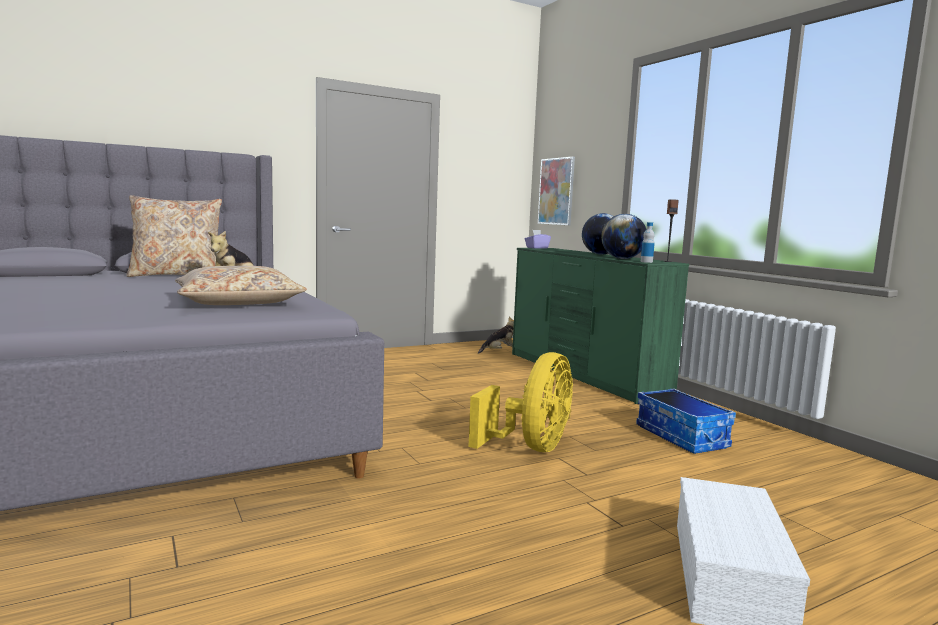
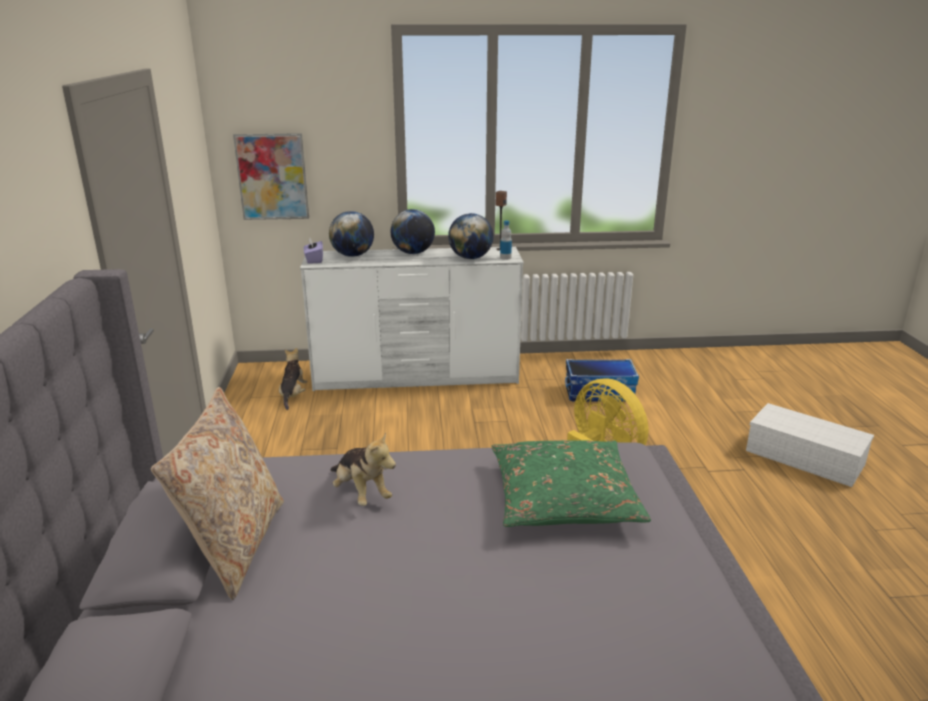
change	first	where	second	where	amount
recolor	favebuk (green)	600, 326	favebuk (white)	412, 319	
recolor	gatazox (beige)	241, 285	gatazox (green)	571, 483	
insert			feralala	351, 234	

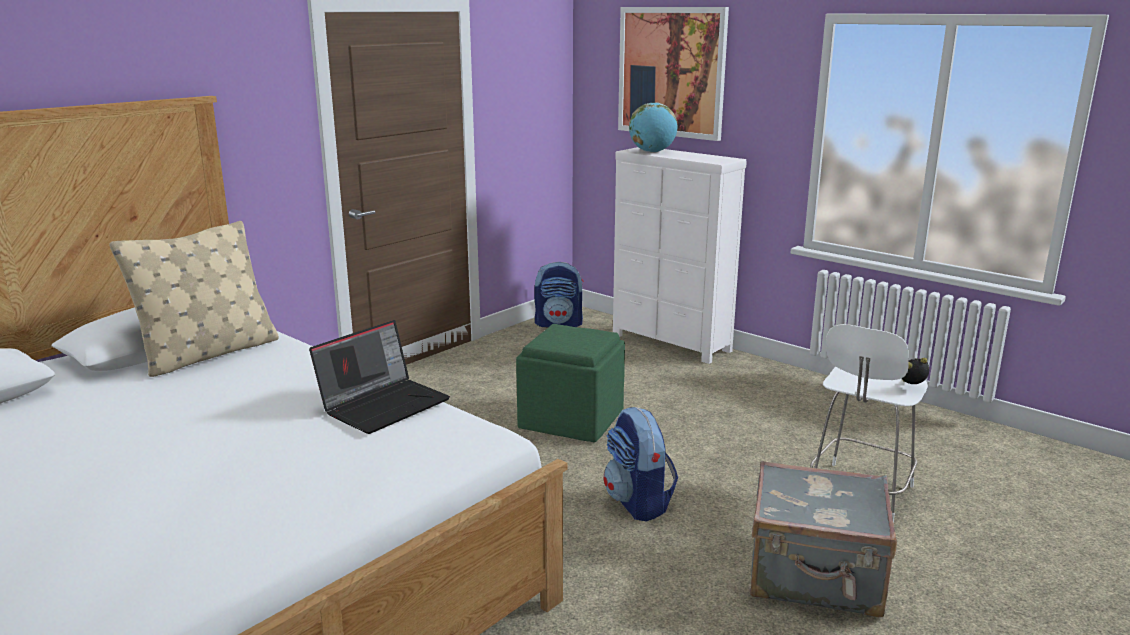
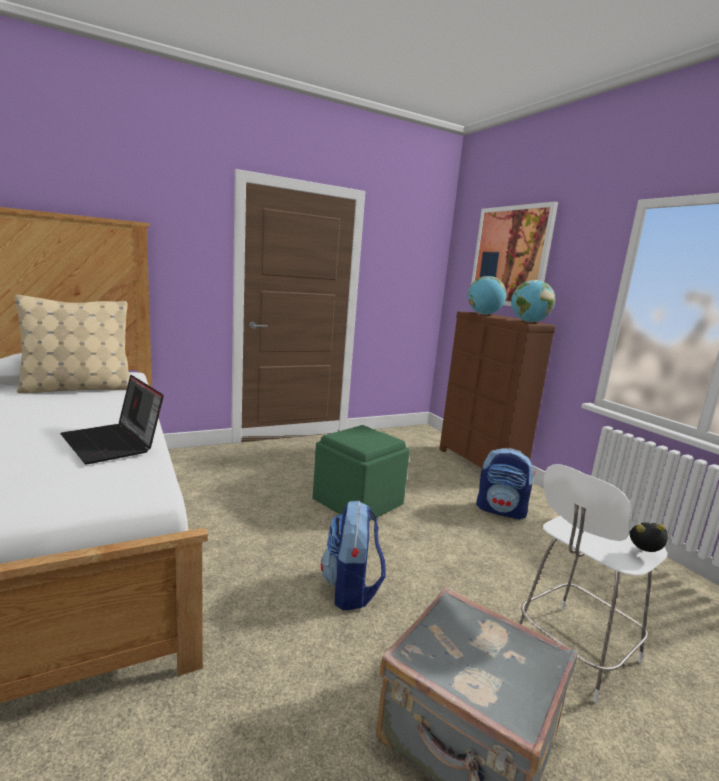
change	first	where	second	where	amount
recolor	favebuk (white)	680, 255	favebuk (brown)	497, 390	
move	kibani	559, 294		505, 484	
rotate	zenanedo	379, 377		112, 419	75 degrees clockwise
insert			feralala	533, 301	

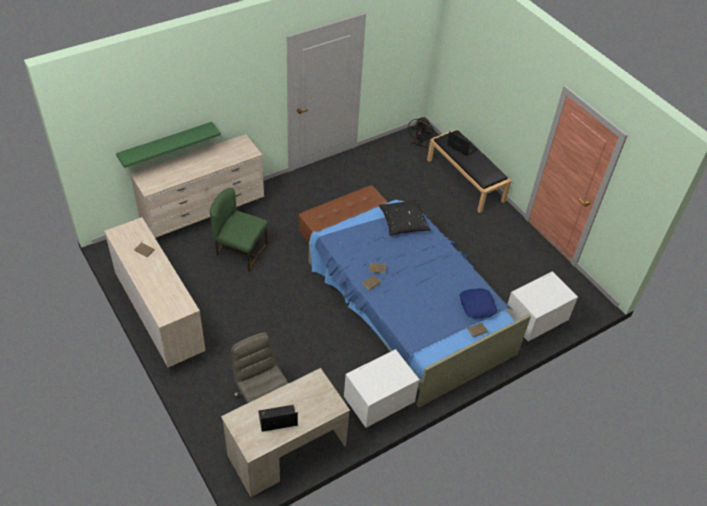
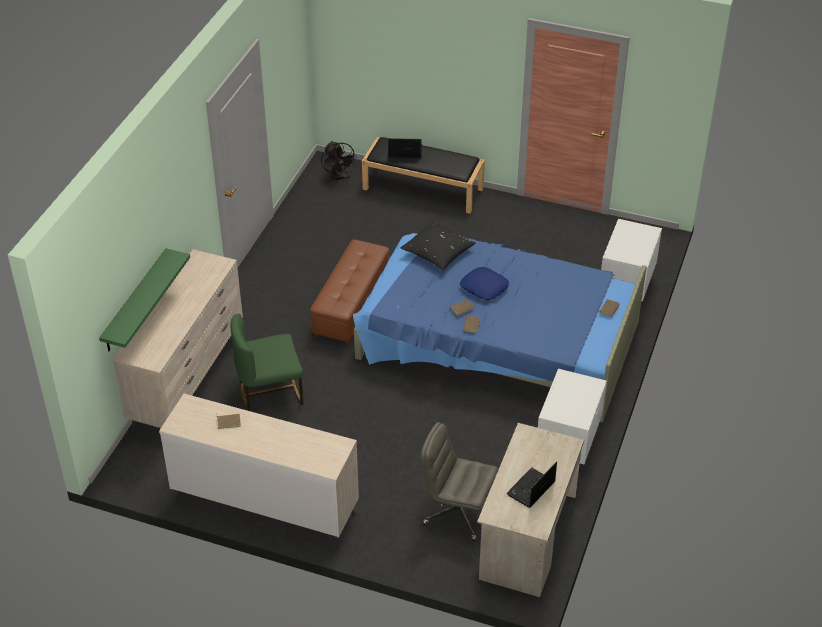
change	first	where	second	where	amount
move	gatazox (blue)	478, 303		484, 283	

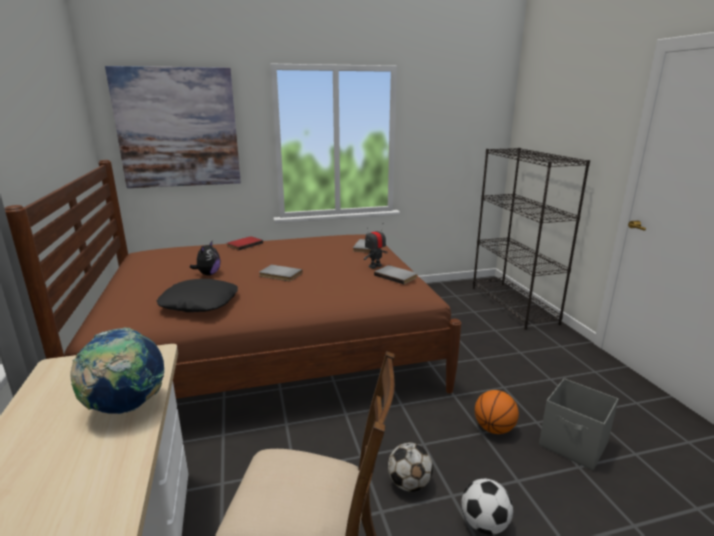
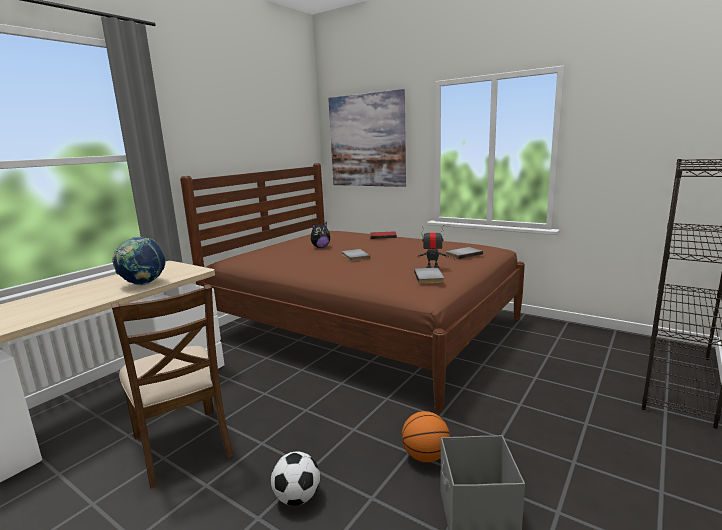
change	first	where	second	where	amount
delete	gatazox (black)	197, 295			
delete	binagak	410, 467			

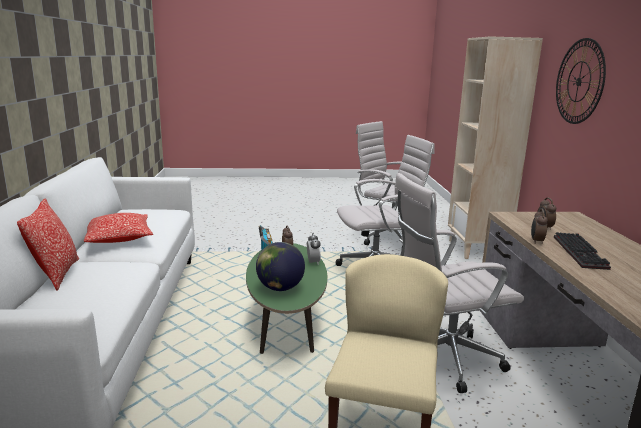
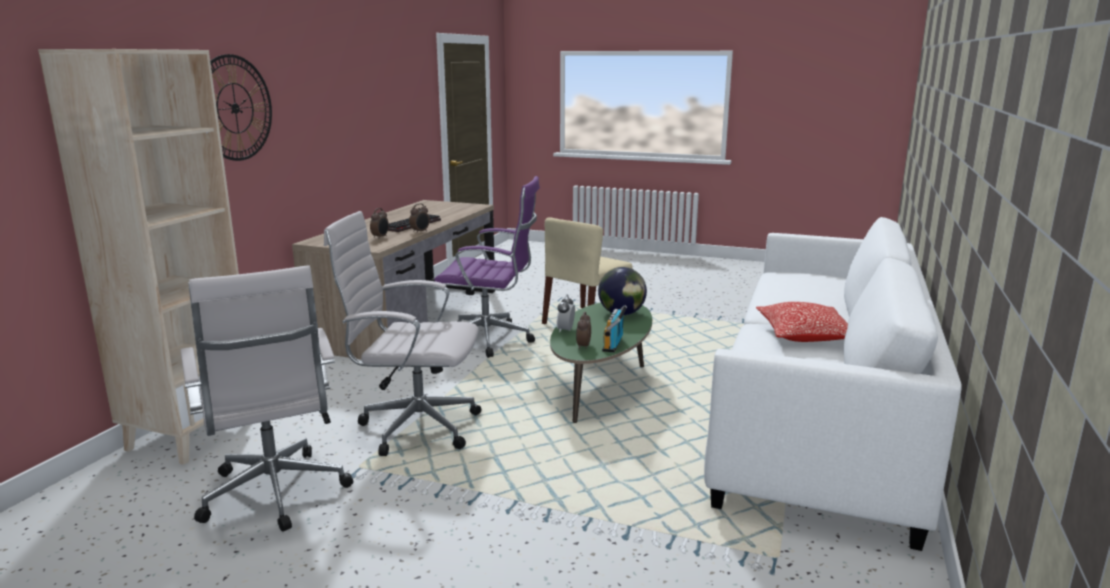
change	first	where	second	where	amount
recolor	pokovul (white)	459, 283	pokovul (purple)	487, 267	
delete	gatazox	48, 244			

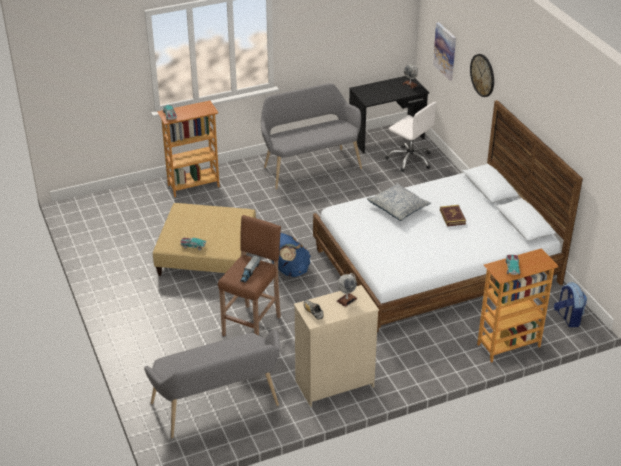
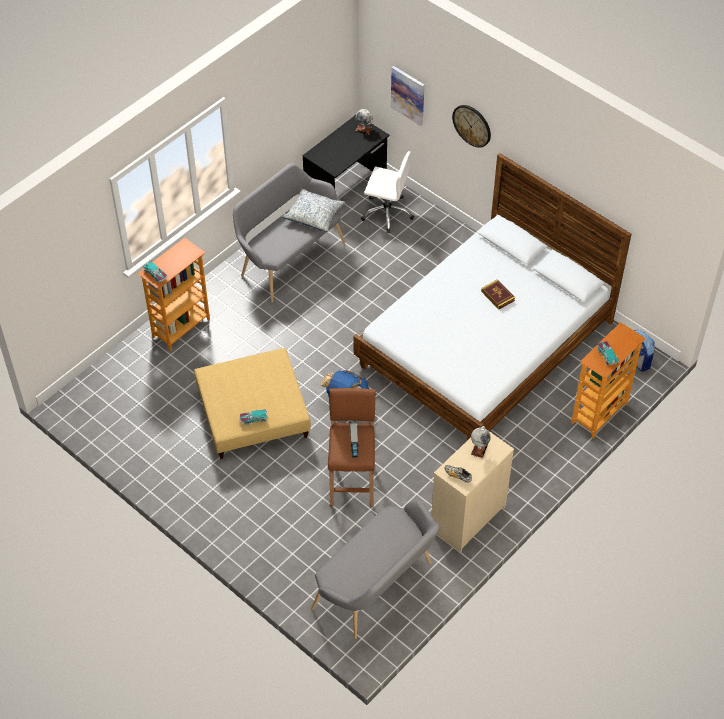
change	first	where	second	where	amount
move	gatazox	399, 202		313, 210	

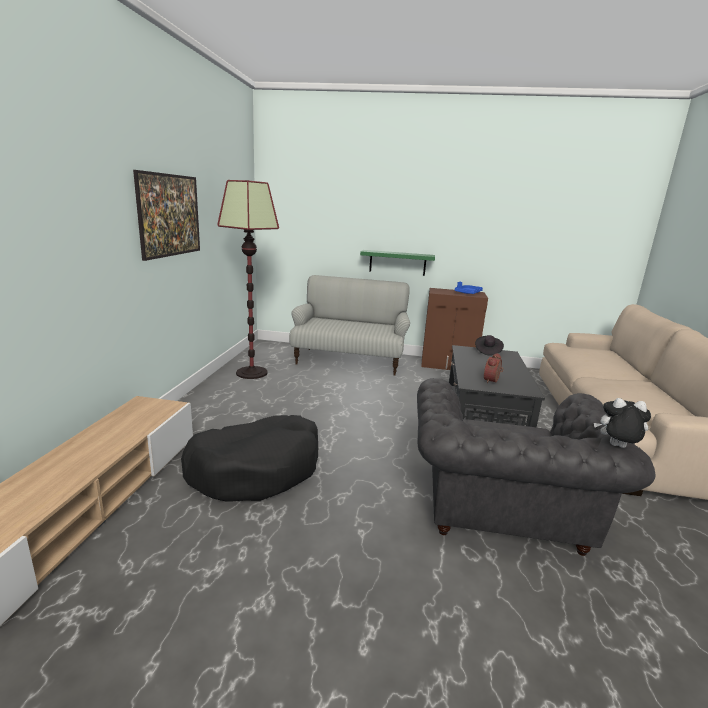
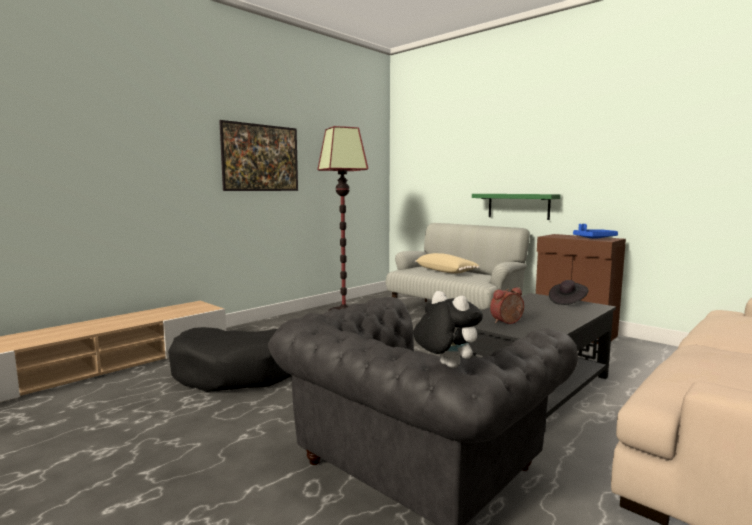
change	first	where	second	where	amount
insert			gatazox (beige)	447, 263	

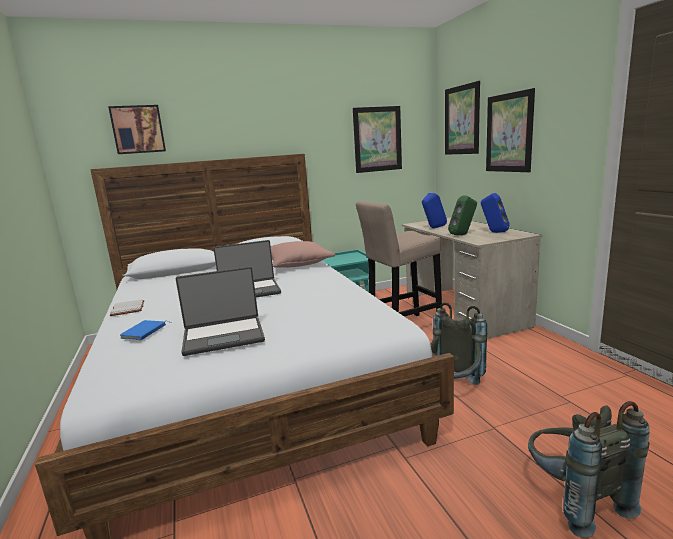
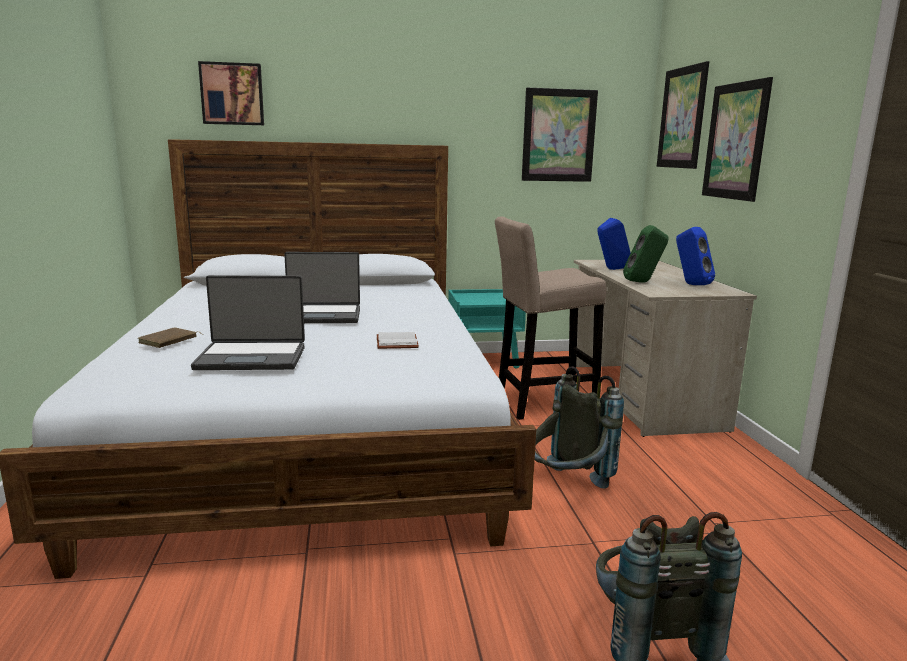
change	first	where	second	where	amount
delete	gatazox (pink)	303, 254			
move	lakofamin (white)	127, 307		398, 340	
recolor	lakofamin (blue)	145, 330	lakofamin (brown)	170, 337	

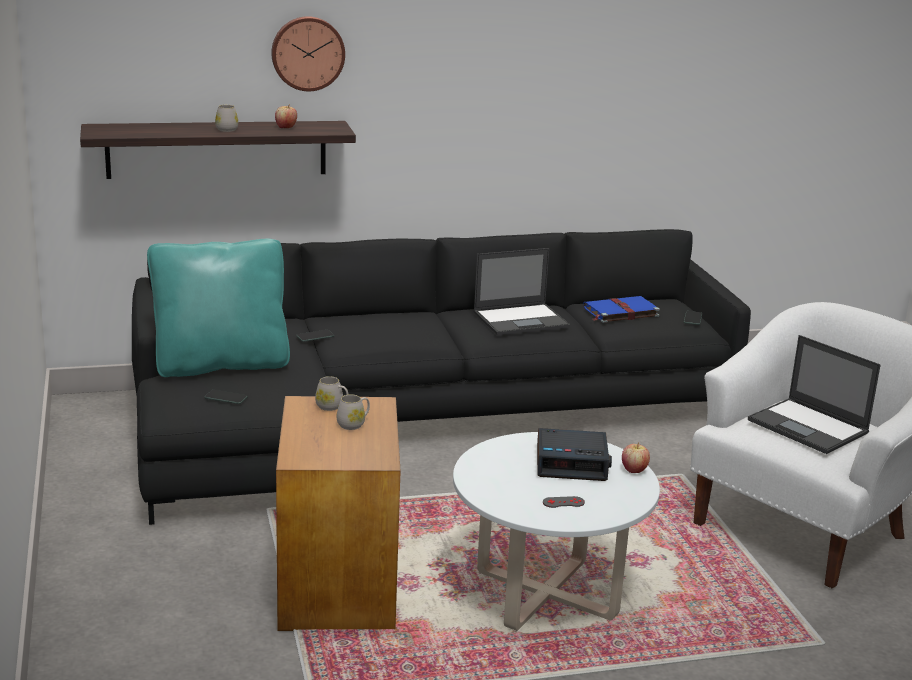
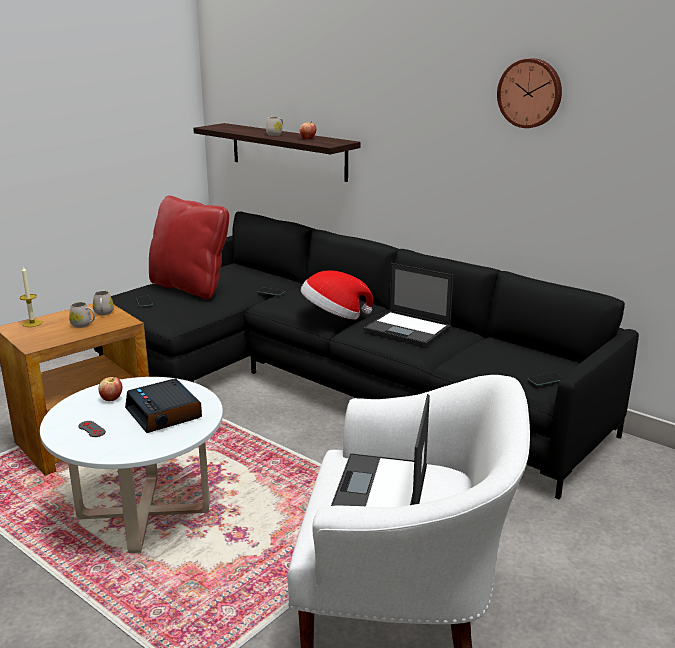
change	first	where	second	where	amount
move	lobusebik	308, 53		529, 93	
recolor	gatazox (turquoise)	218, 308	gatazox (red)	189, 247	
delete	lakofamin (blue)	621, 309			
move	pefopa	636, 457		111, 389	
insert			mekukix	31, 297	
insert			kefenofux	337, 295	

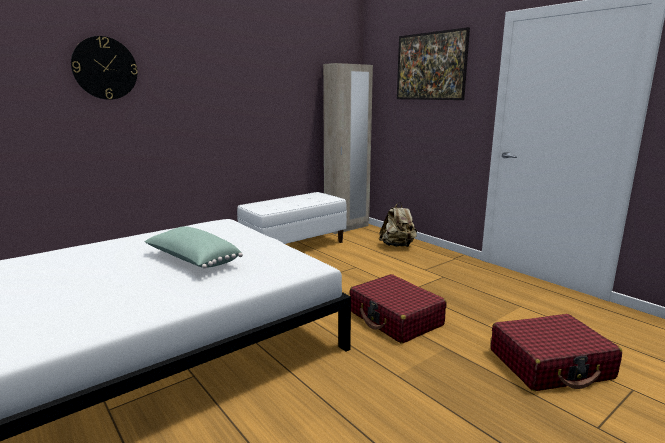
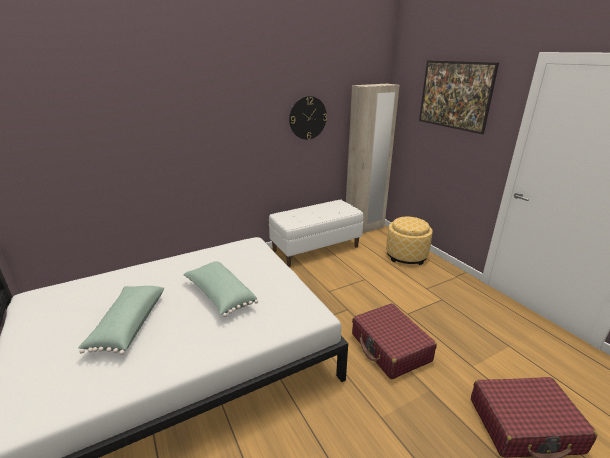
change	first	where	second	where	amount
move	lobusebik	104, 68		308, 118	
replace	kibani (beige)	398, 224	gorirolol	409, 241	
insert			gatazox (green)	121, 320	

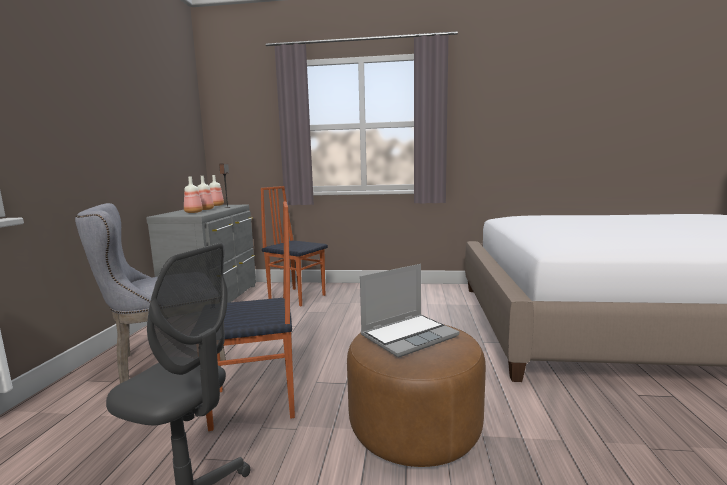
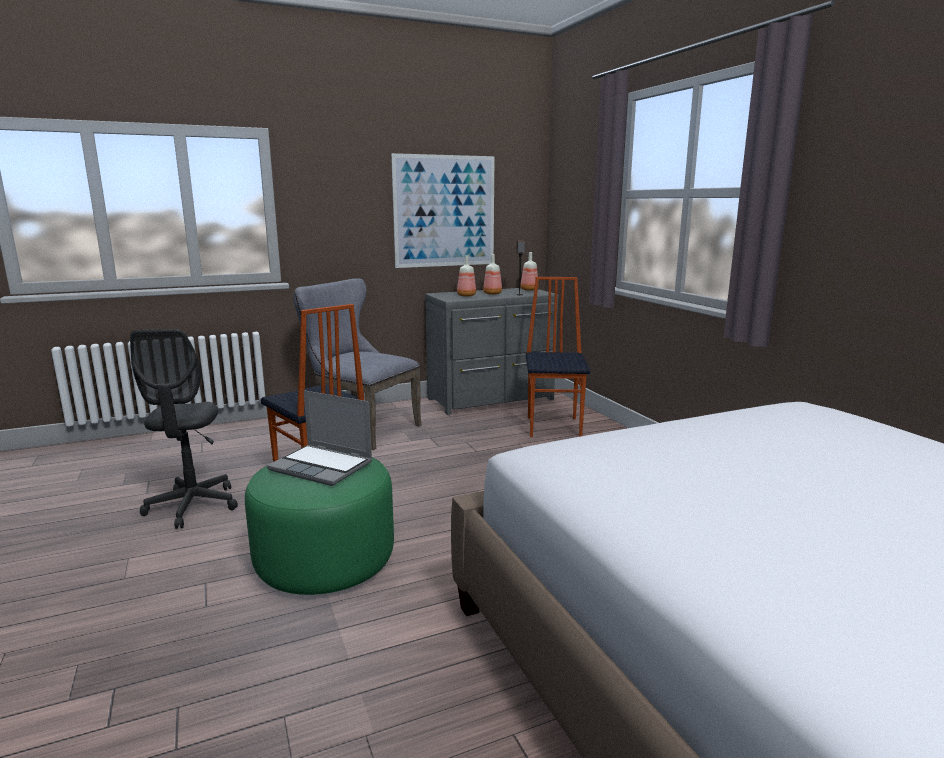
change	first	where	second	where	amount
recolor	gorirolol (brown)	416, 396	gorirolol (green)	319, 526	
insert			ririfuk	443, 210	

